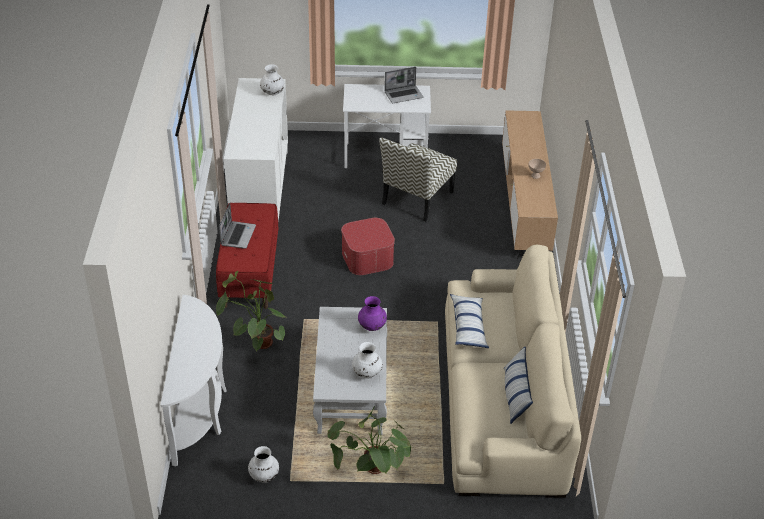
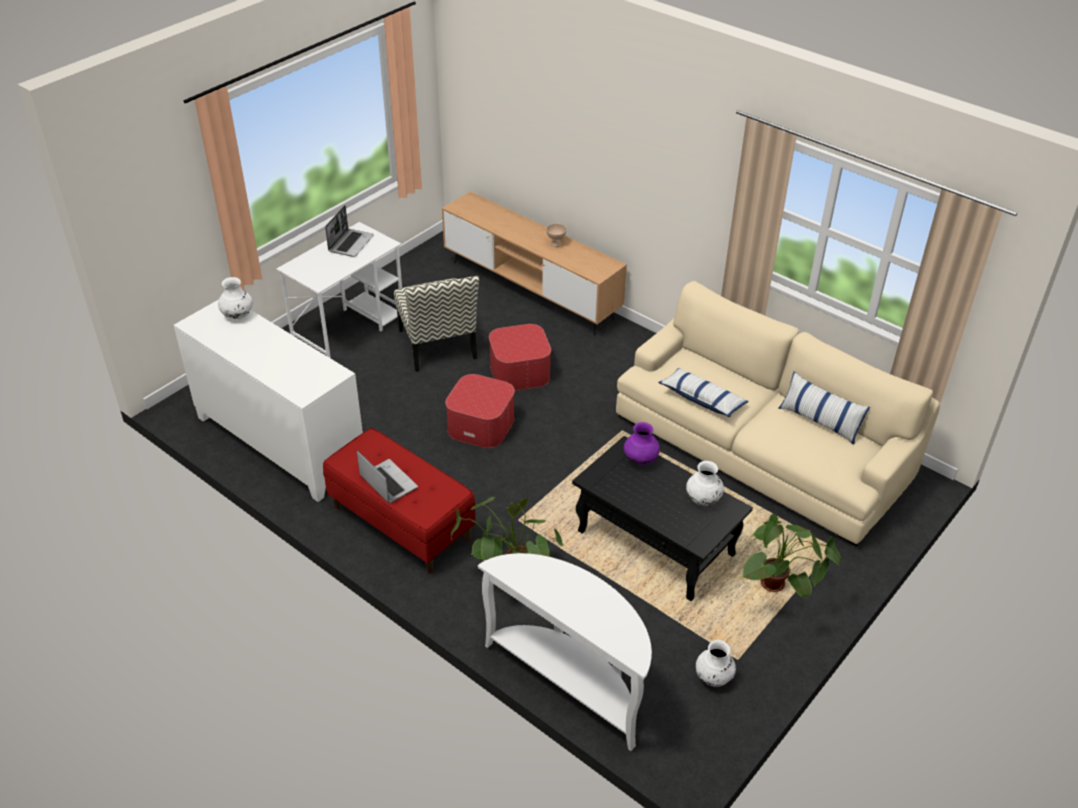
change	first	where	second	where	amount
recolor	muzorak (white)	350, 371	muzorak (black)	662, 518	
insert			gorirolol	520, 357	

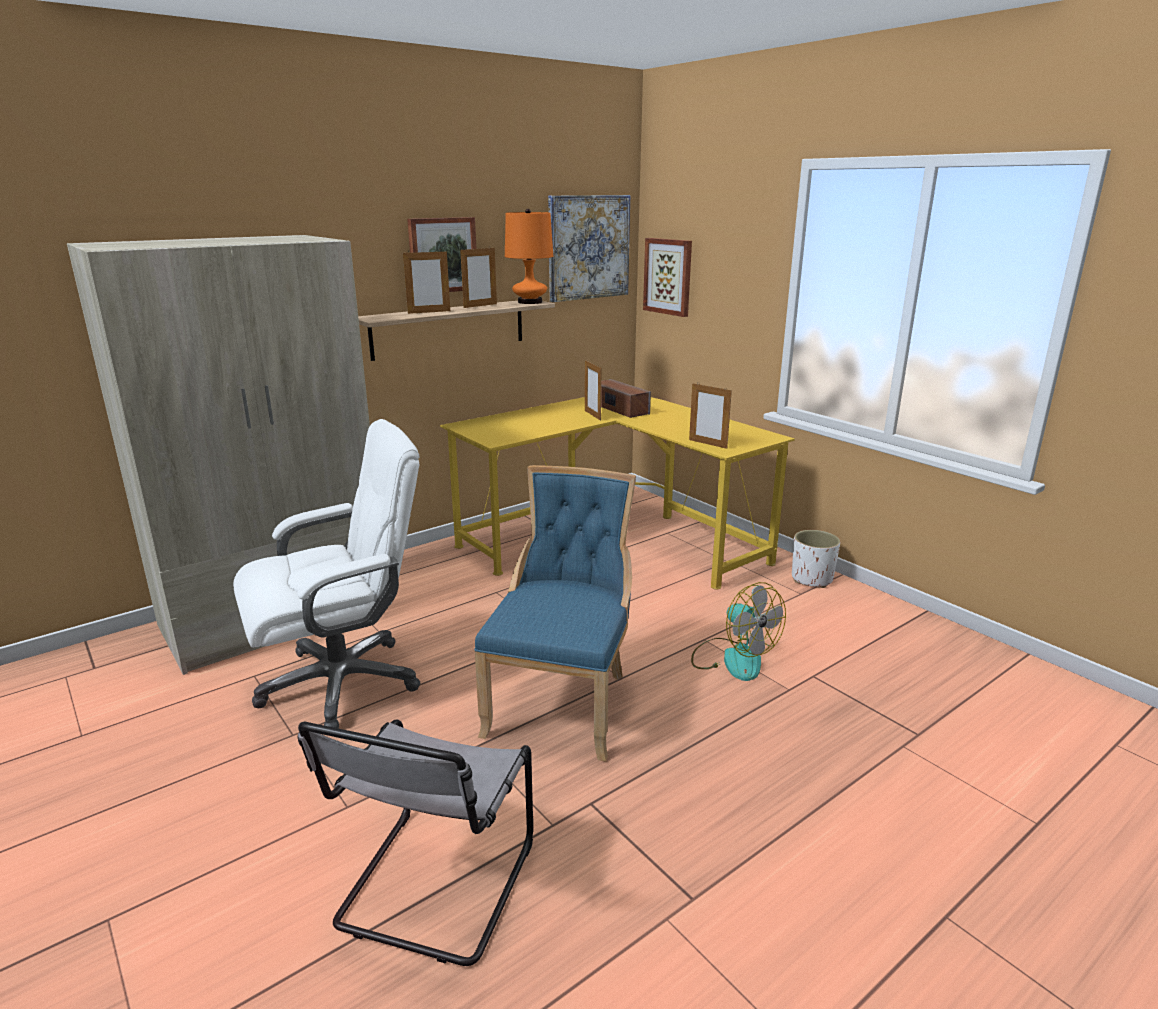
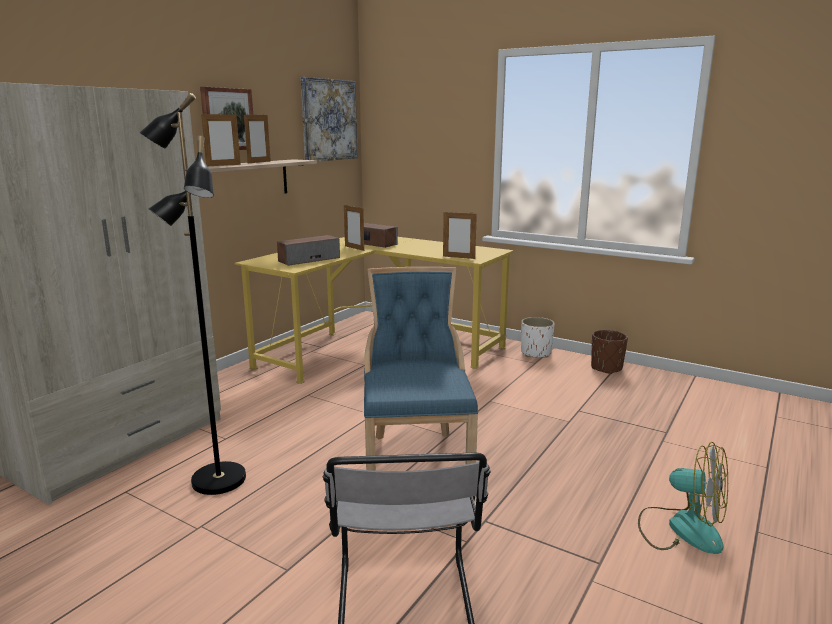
change	first	where	second	where	amount
delete	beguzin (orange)	529, 256			
delete	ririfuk	667, 277			
replace	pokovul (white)	326, 574	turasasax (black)	193, 294	
move	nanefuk	738, 631		683, 498	
insert			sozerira	308, 250	
insert			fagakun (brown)	609, 352	

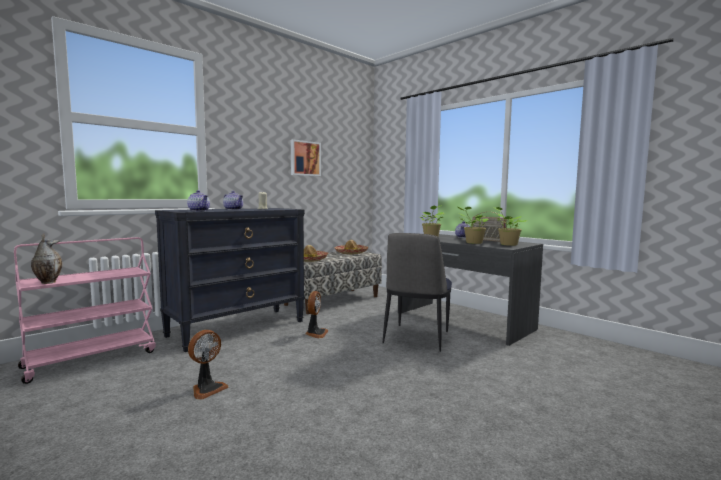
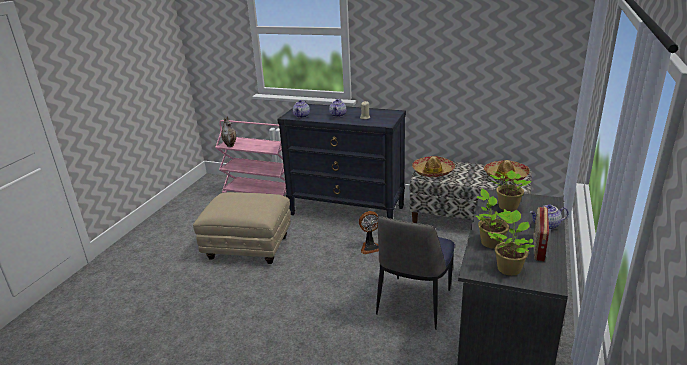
change	first	where	second	where	amount
delete	ririfuk	306, 158			
rotate	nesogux	417, 292		415, 273	60 degrees counterclockwise
replace	nanefuk	208, 365	gorirolol (beige)	242, 228	

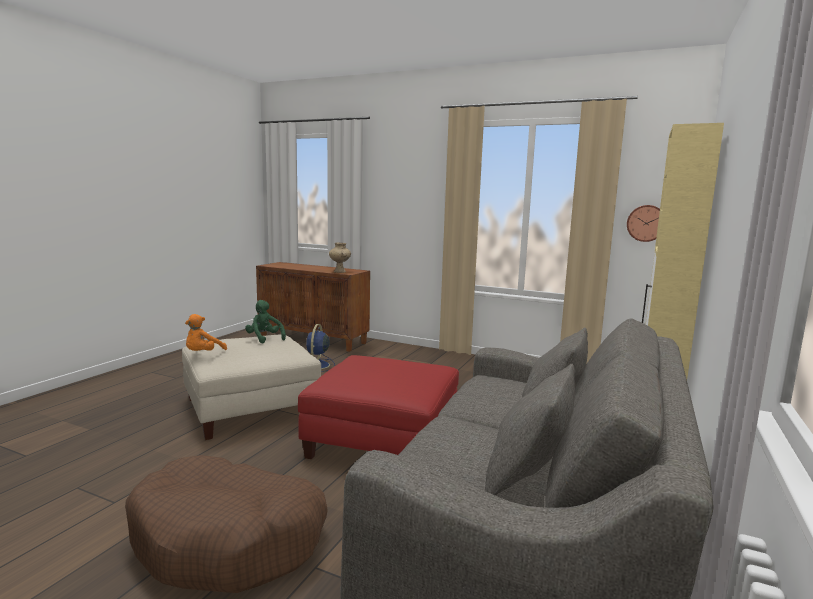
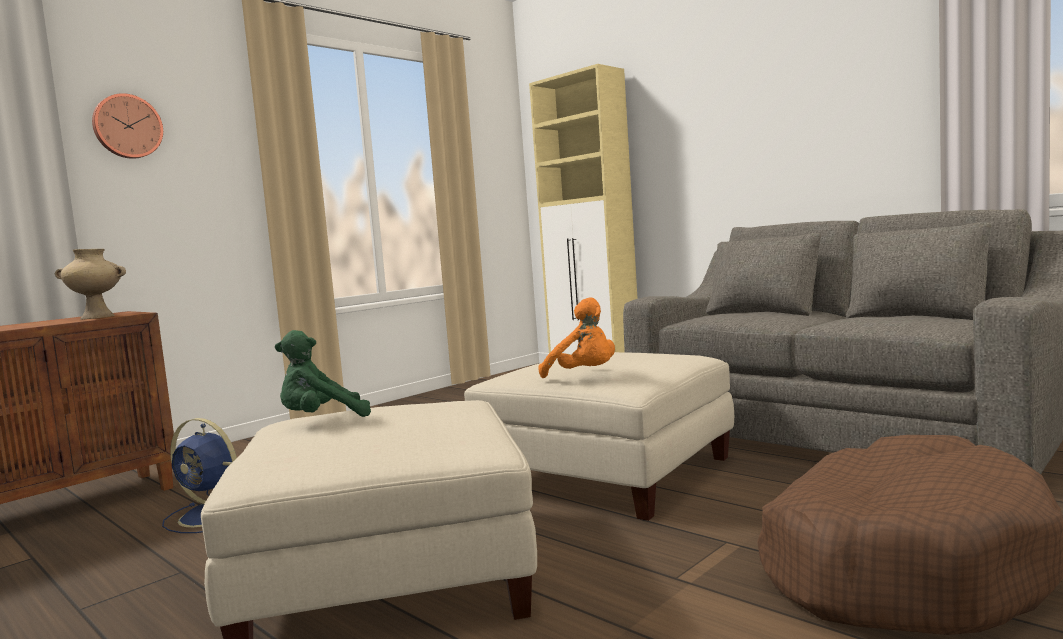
change	first	where	second	where	amount
move	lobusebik	643, 223		127, 126	
move	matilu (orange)	206, 332		576, 337	
recolor	gorirolol (red)	378, 407	gorirolol (beige)	599, 436	

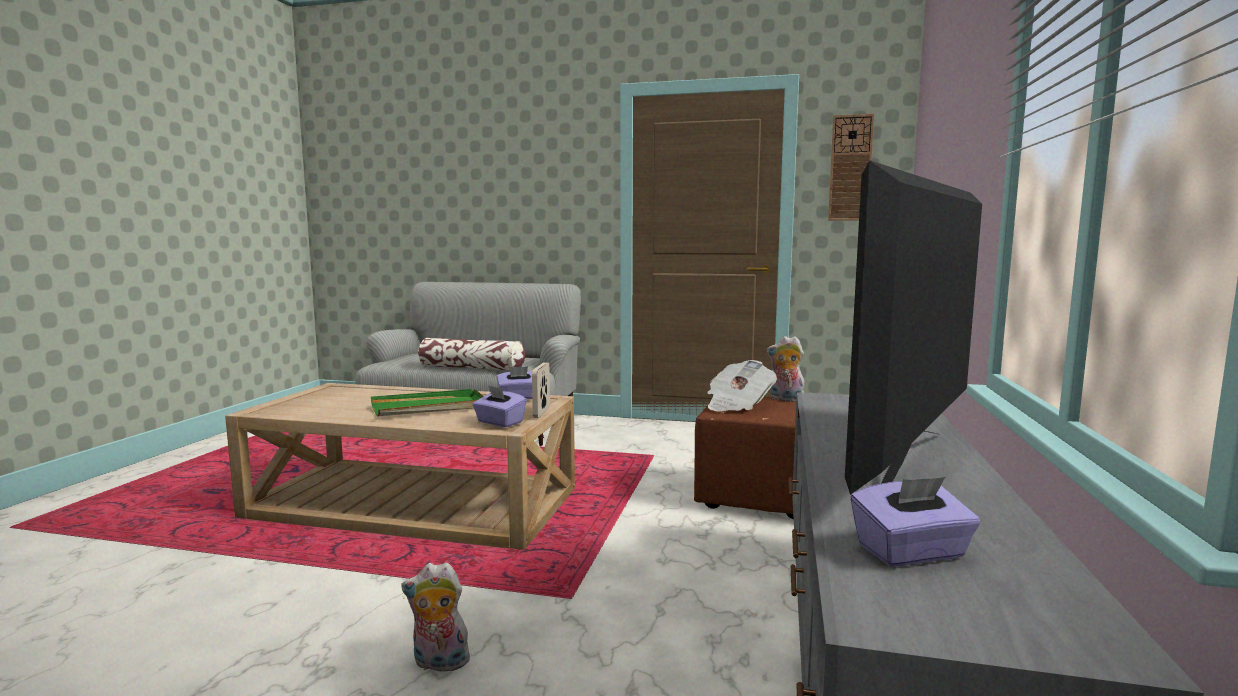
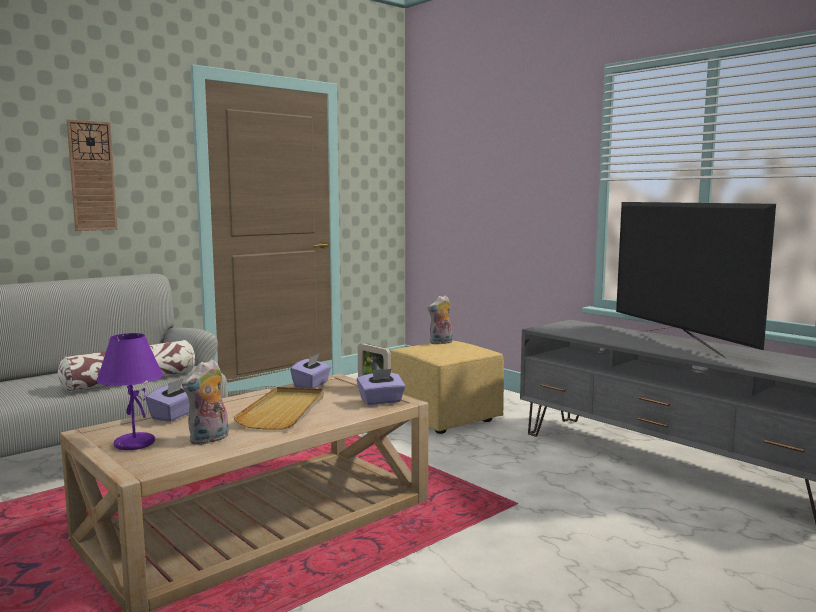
change	first	where	second	where	amount
move	lobusebik	851, 167		92, 175	
delete	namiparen	742, 385			
recolor	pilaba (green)	427, 402	pilaba (beige)	279, 408	
recolor	gorirolol (brown)	745, 458	gorirolol (yellow)	447, 387	
move	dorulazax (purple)	915, 521		168, 400	
move	matilu	437, 617		205, 402	
insert			beguzin (purple)	129, 391	

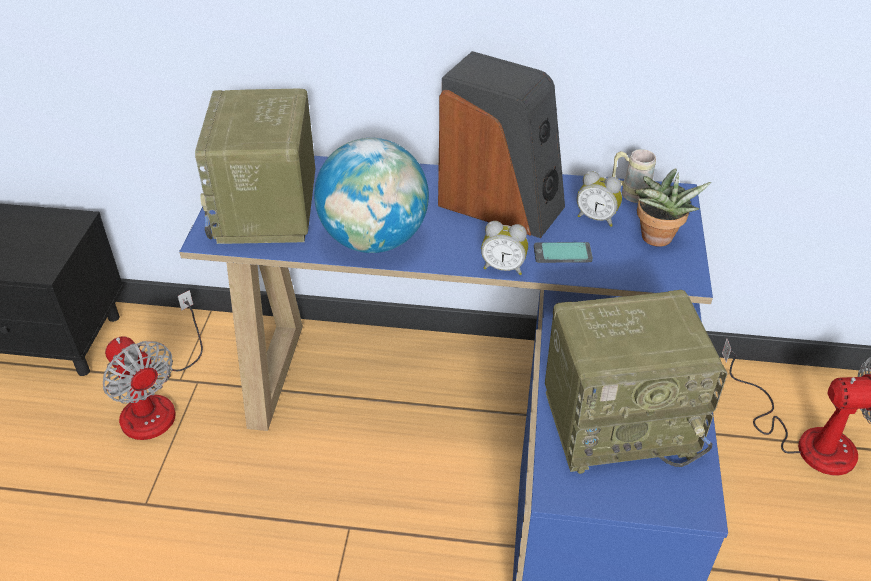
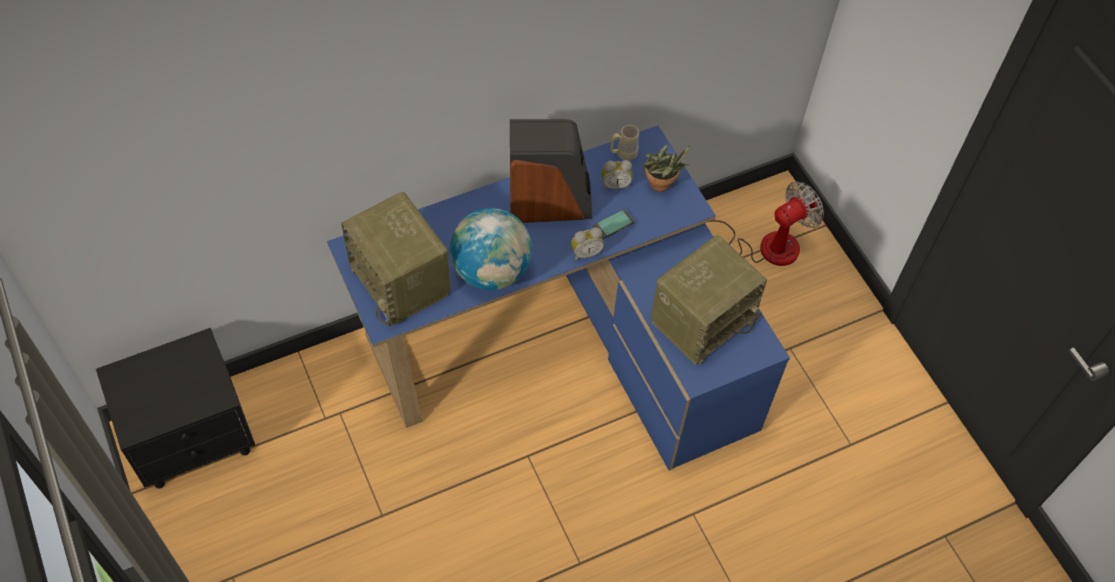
change	first	where	second	where	amount
delete	nanefuk	153, 365			

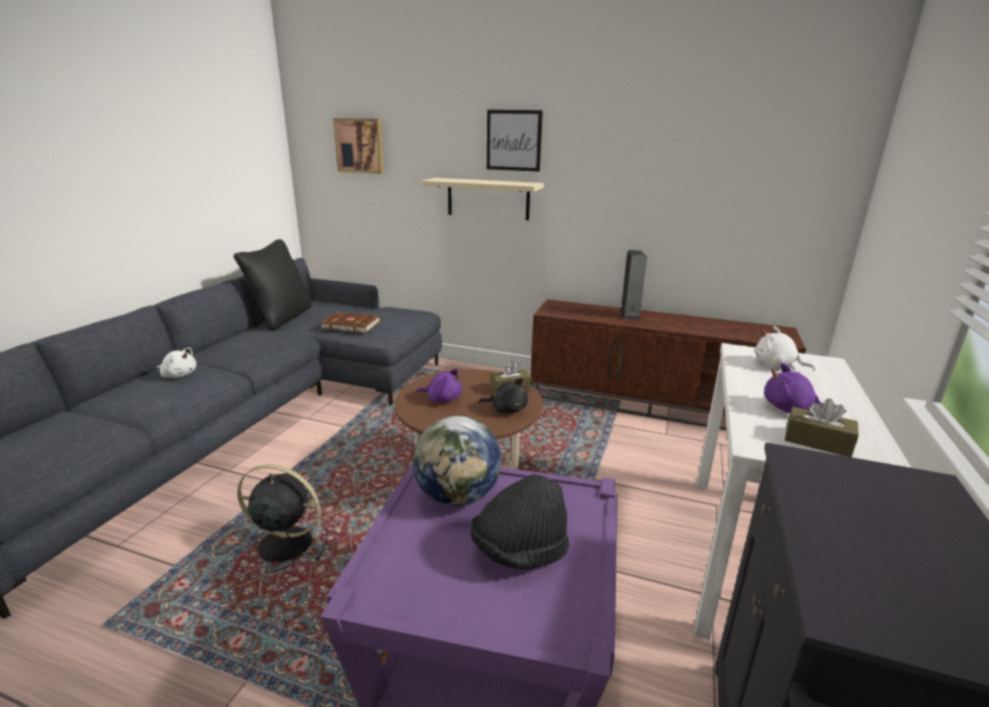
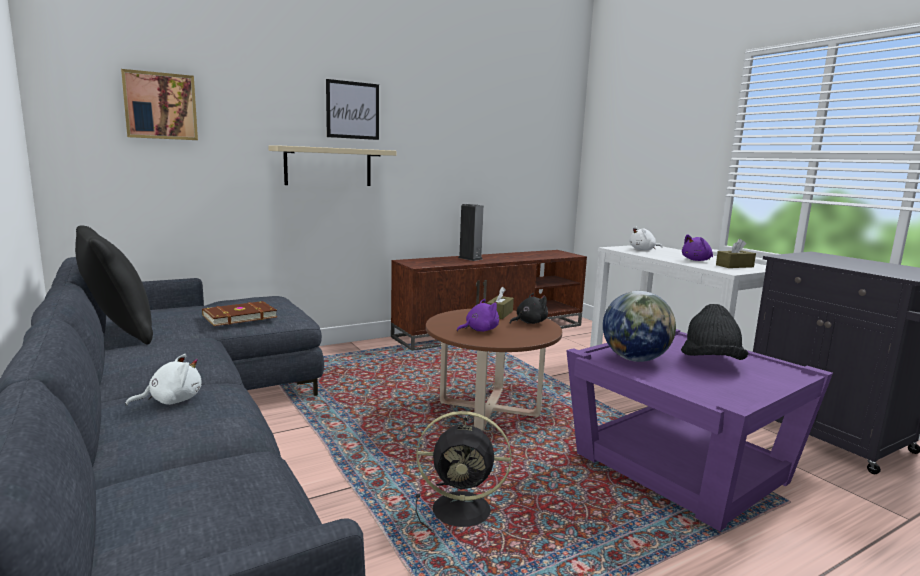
change	first	where	second	where	amount
rotate	nanefuk (black)	282, 518		463, 471	135 degrees counterclockwise

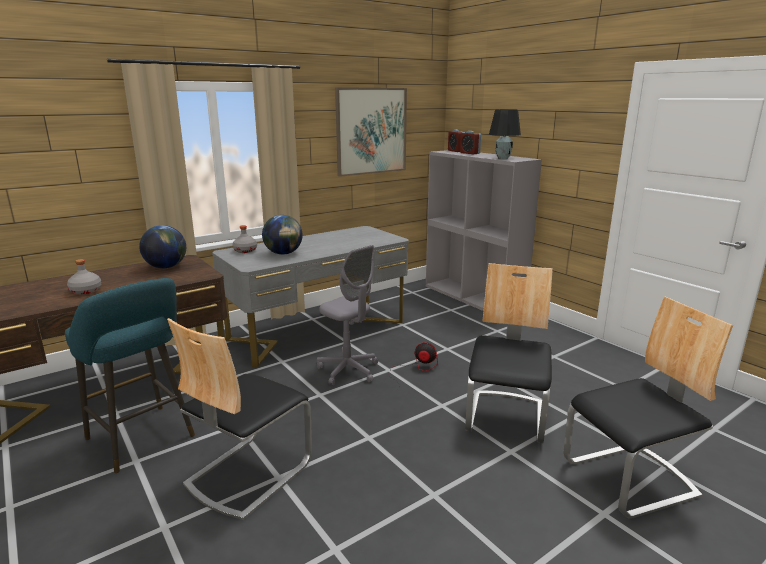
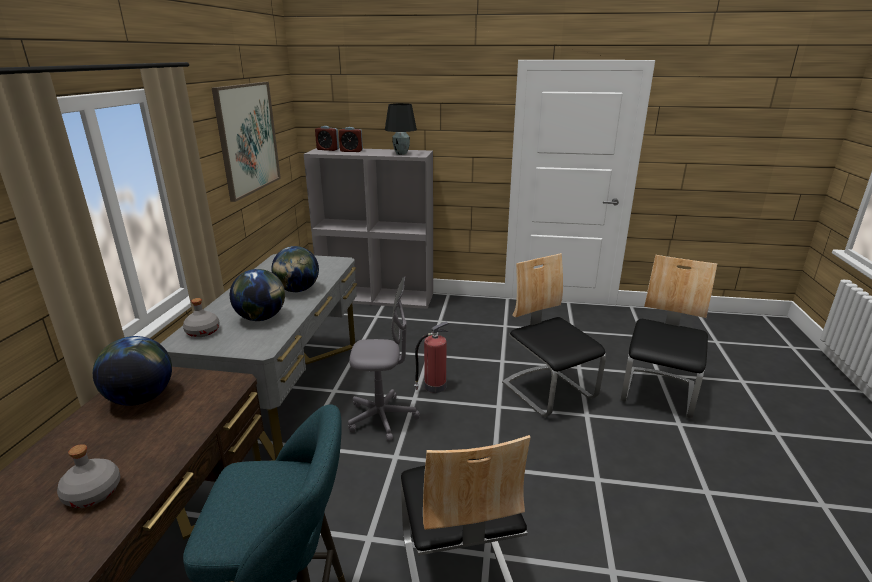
change	first	where	second	where	amount
replace	nanefuk	413, 365	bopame	431, 357	
insert			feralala	295, 269	

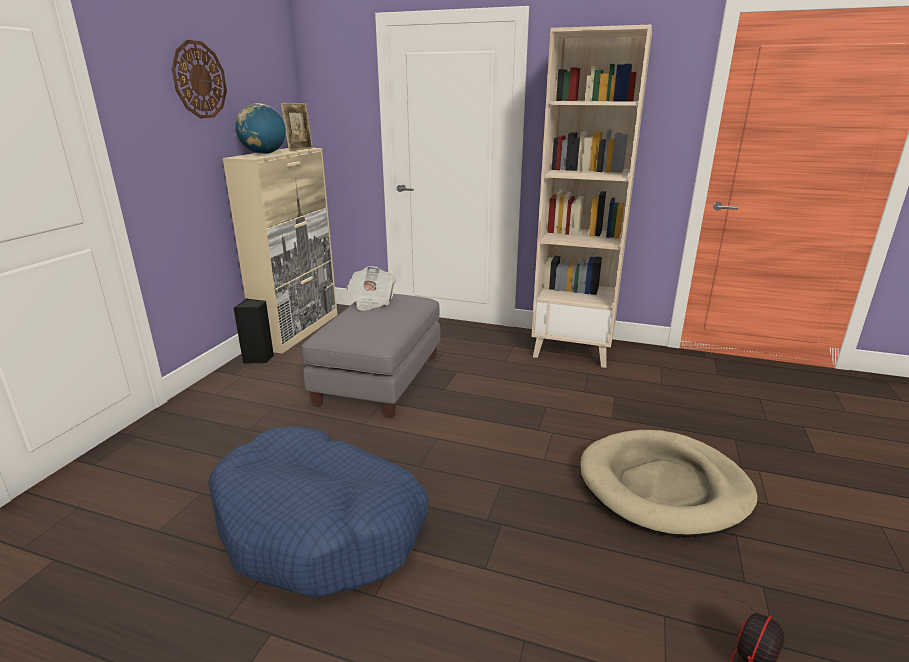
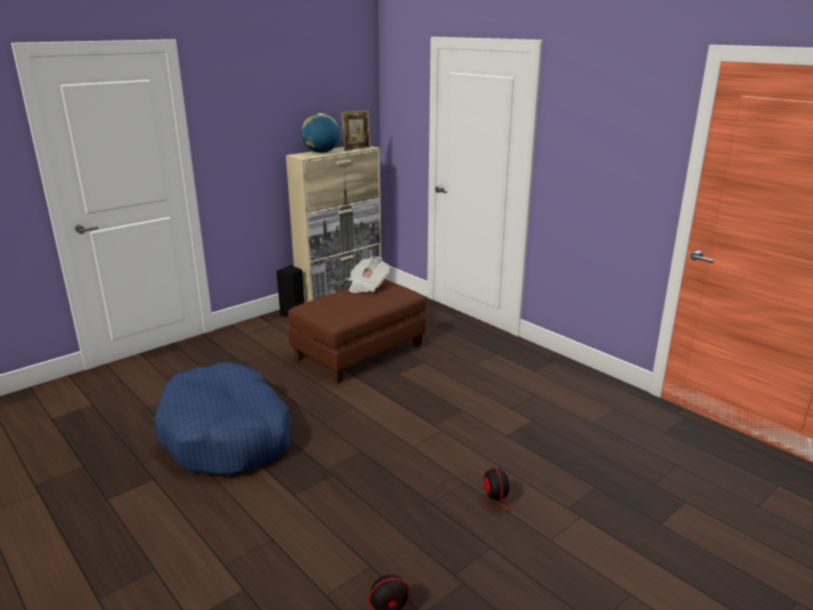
change	first	where	second	where	amount
delete	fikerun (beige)	591, 196			
delete	lobusebik	199, 79			
recolor	gorirolol (grey)	371, 356	gorirolol (brown)	357, 331	
replace	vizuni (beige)	668, 483	nanefuk	463, 488	

